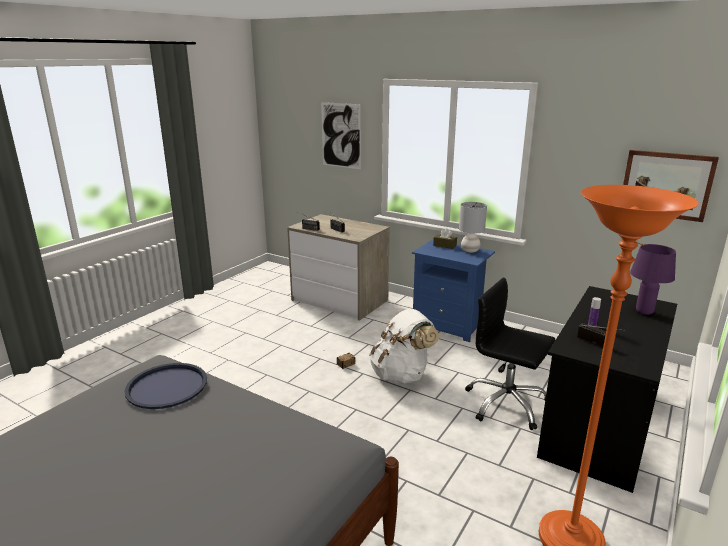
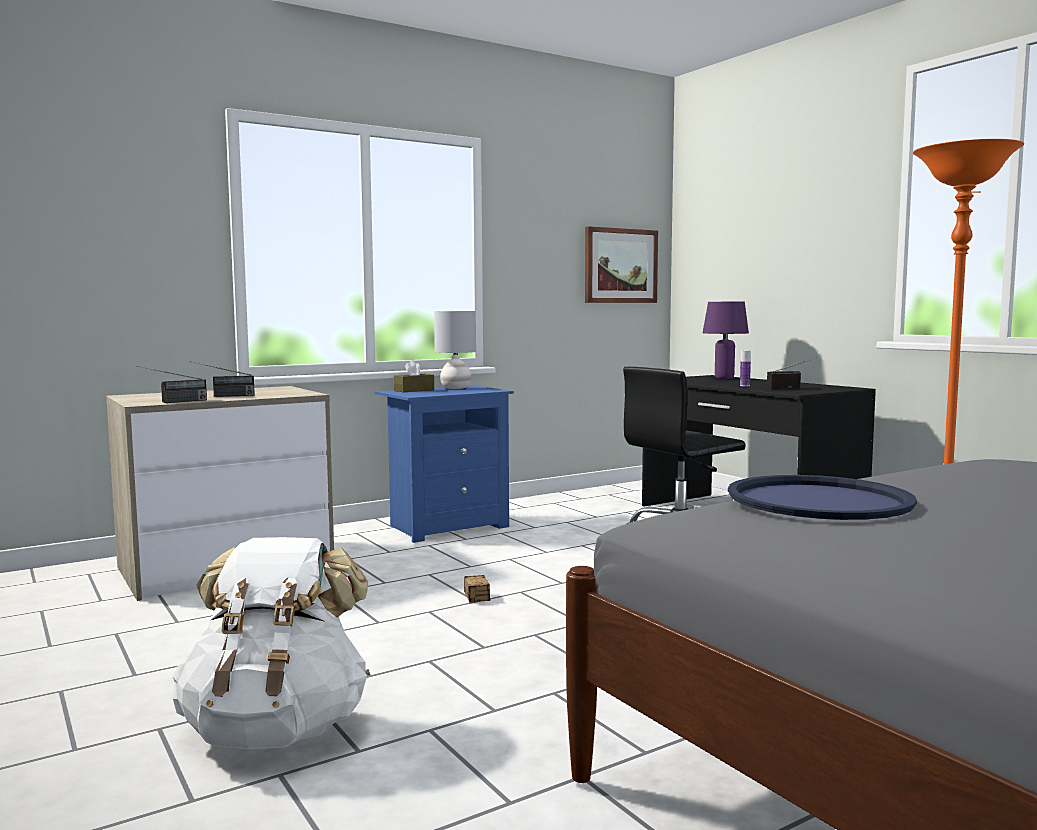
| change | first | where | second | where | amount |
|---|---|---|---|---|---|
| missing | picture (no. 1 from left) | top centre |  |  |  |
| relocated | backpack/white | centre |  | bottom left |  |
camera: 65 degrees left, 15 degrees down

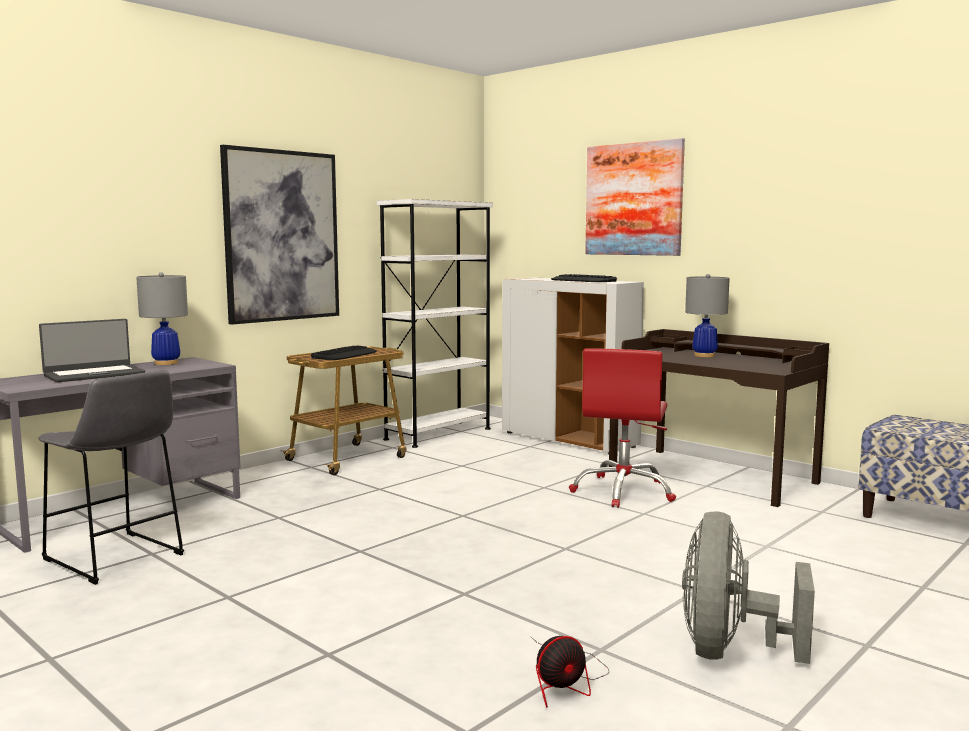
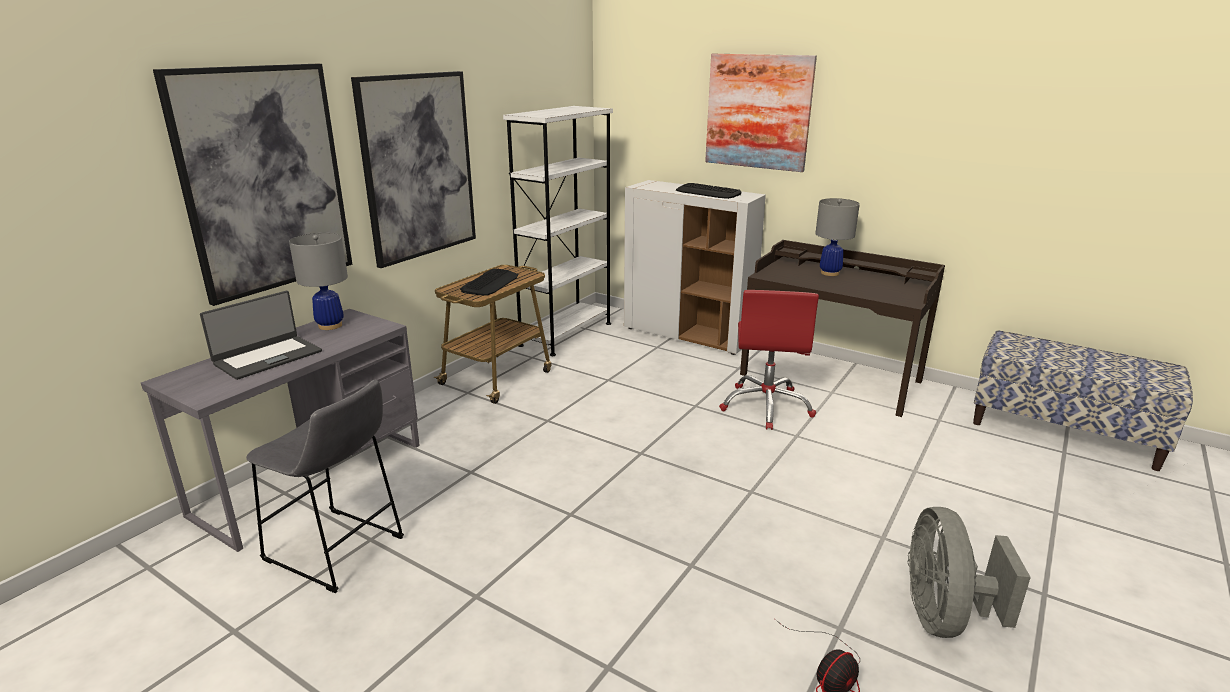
| change | first | where | second | where | amount |
|---|---|---|---|---|---|
| appeared |  |  | picture (no. 1 from left) | top left |  |
camera: 10 degrees left, 15 degrees up

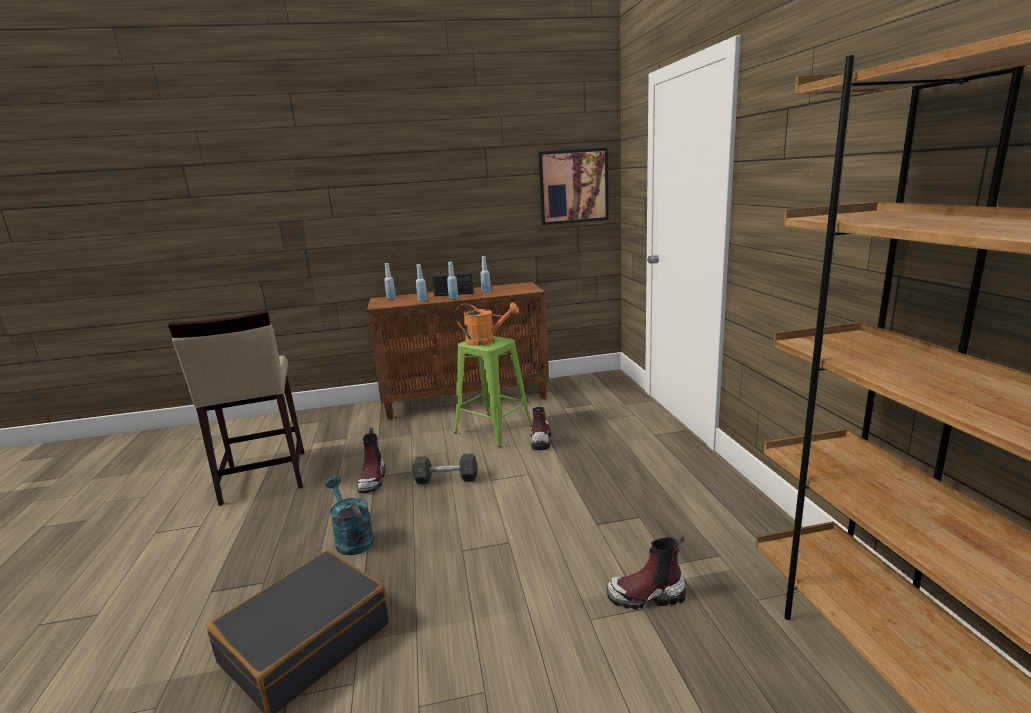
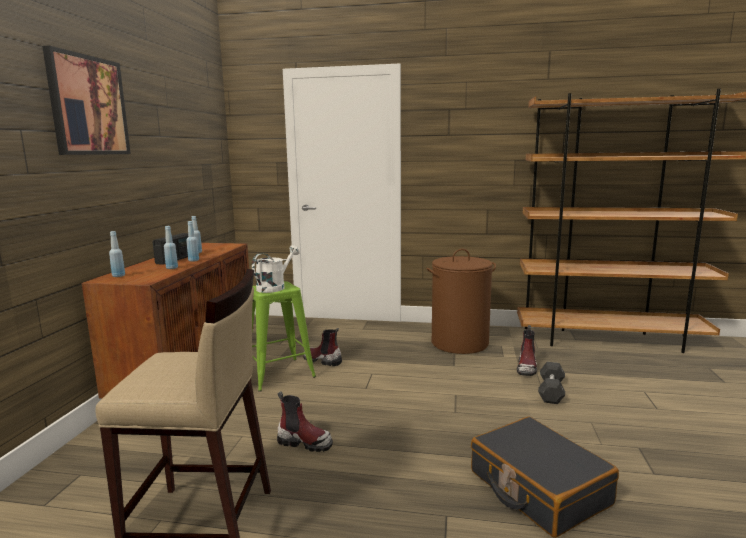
| change | first | where | second | where | amount |
|---|---|---|---|---|---|
| missing | watering can/turquoise | bottom centre |  |  |  |
| relocated | dumbbell/grey | centre |  | bottom right |  |
| colour | watering can/orange | centre | watering can/white | centre |  |
| relocated | picture | top centre |  | top left |  |
| appeared |  |  | laundry basket/brown | centre |  |
camera: 70 degrees left, 5 degrees down

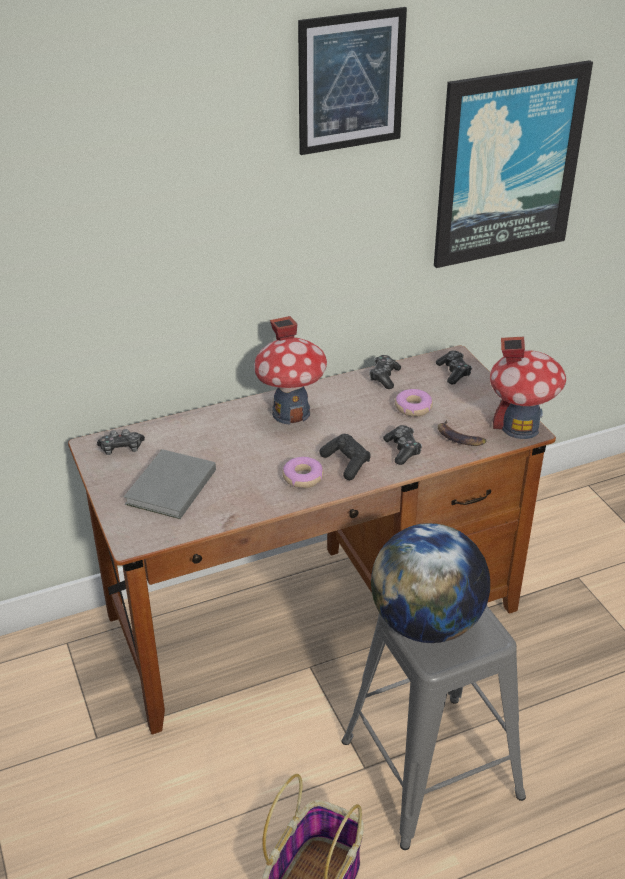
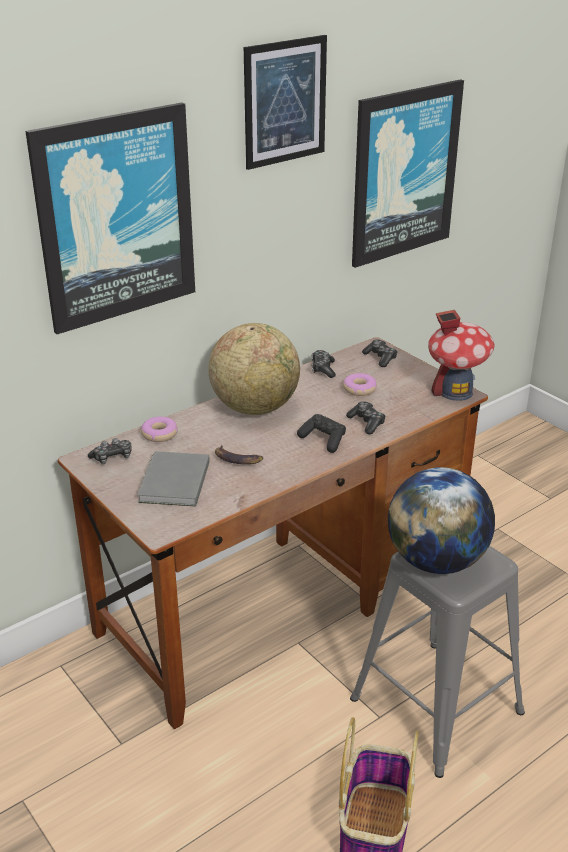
| change | first | where | second | where | amount |
|---|---|---|---|---|---|
| exchanged | toy house (no. 1 from left) | centre | globe (no. 1 from left) | centre |  |
| relocated | donut (no. 1 from left) | centre |  | middle left |  |
| relocated | banana | middle right |  | centre |  |
| appeared |  |  | picture (no. 1 from left) | top left |  |
camera: 15 degrees left, 5 degrees down

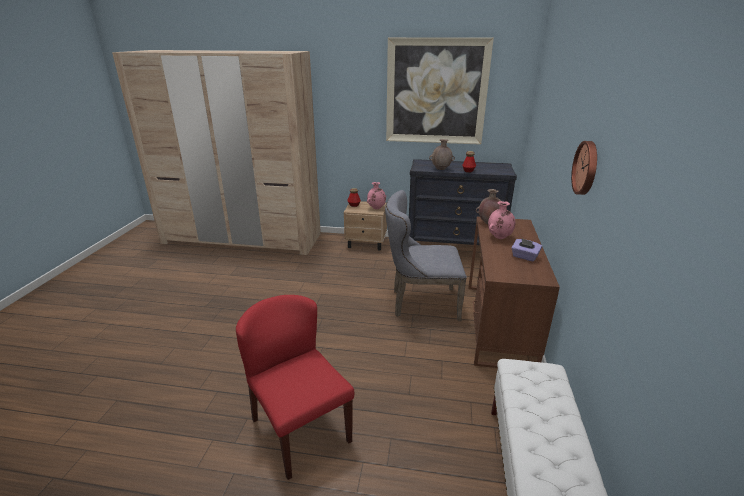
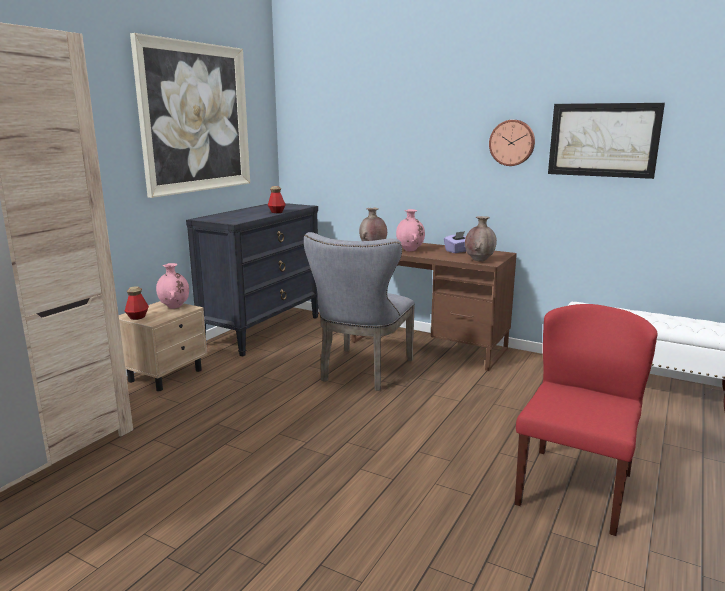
| change | first | where | second | where | amount |
|---|---|---|---|---|---|
| spun | chair/red | bottom centre |  | bottom right | 135 degrees clockwise |
| relocated | vase/brown (no. 1 from left in the first image) | top centre | vase/brown (no. 2 from left) | centre |  |
| appeared |  |  | picture (no. 2 from left) | top right |  |
camera: 70 degrees left, 10 degrees down

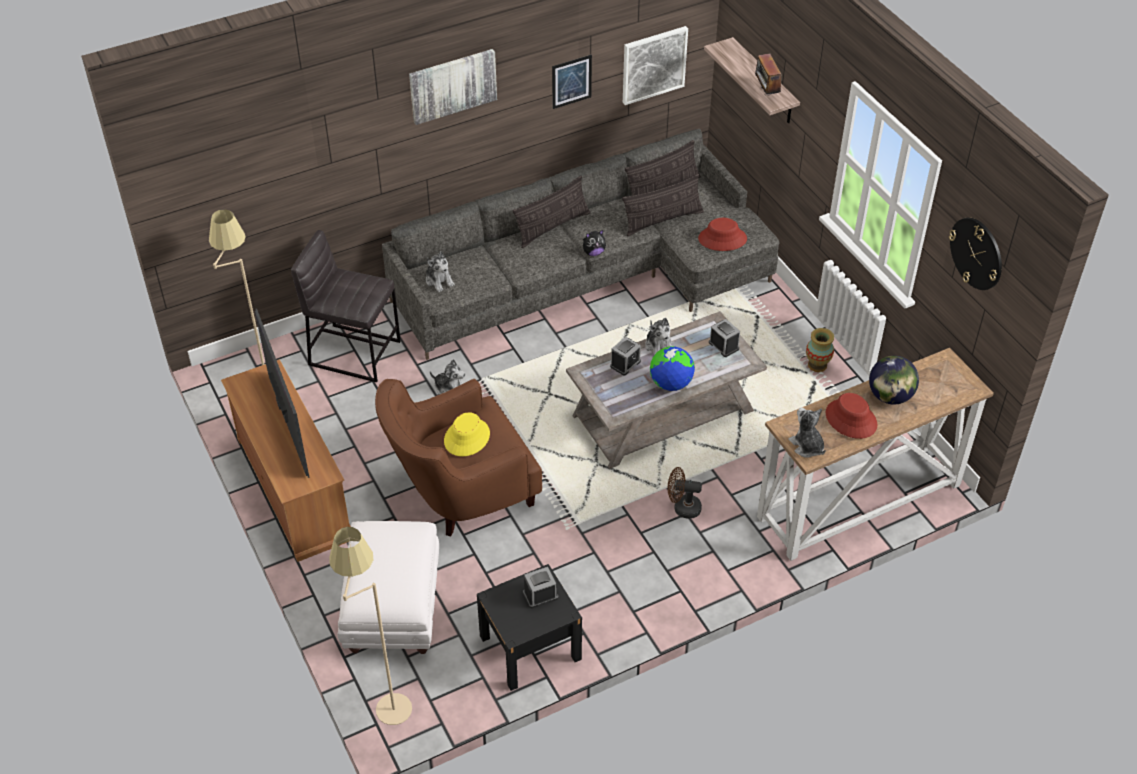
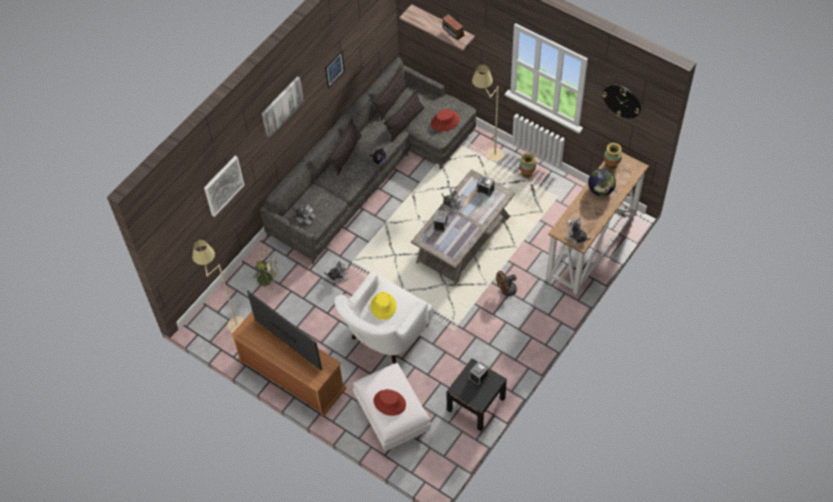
| change | first | where | second | where | amount |
|---|---|---|---|---|---|
| exchanged | stool/grey | middle left | fan/green | middle left |  |
| relocated | floor lamp/beige (no. 2 from left) | bottom left |  | top centre |  |
| colour | armchair/brown | centre | armchair/white | centre |  |
| relocated | picture (no. 3 from left in the first image) | top centre | picture (no. 1 from left) | middle left |  |
| missing | globe (no. 1 from left) | centre |  |  |  |
| relocated | hat/red (no. 2 from left in the first image) | middle right | hat/red (no. 1 from left) | bottom centre |  |
| appeared |  |  | vase (no. 2 from left) | top right |  |
camera: 25 degrees left, 10 degrees up

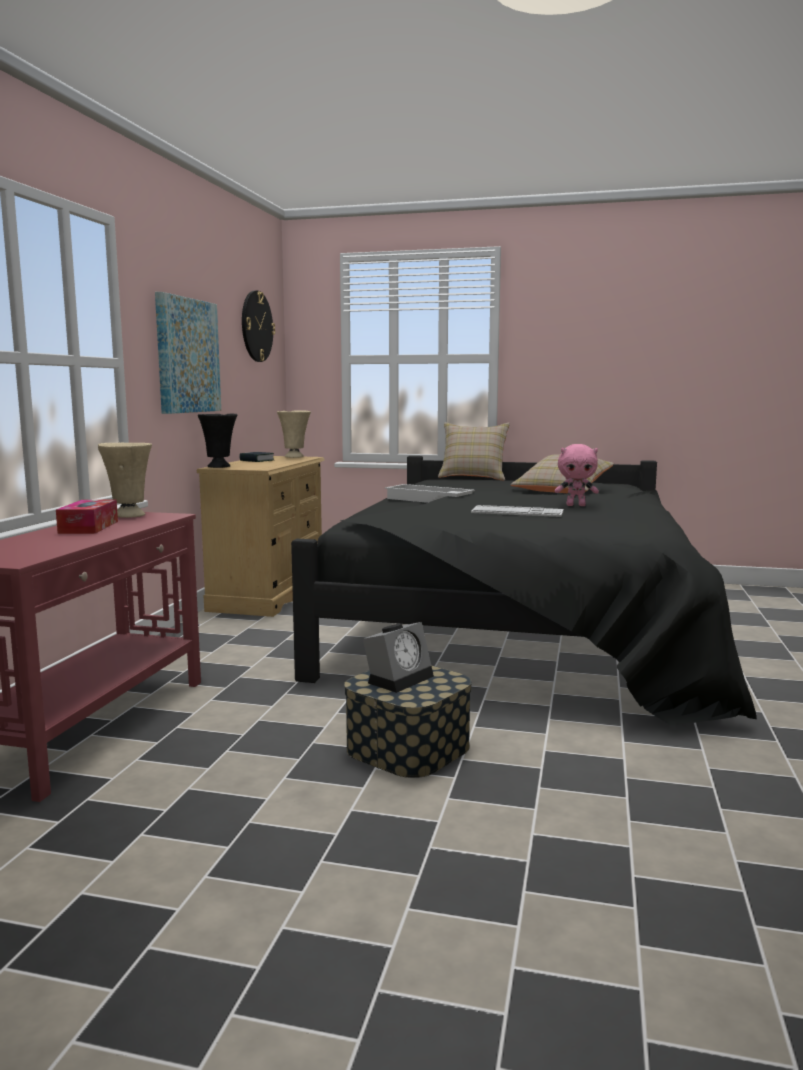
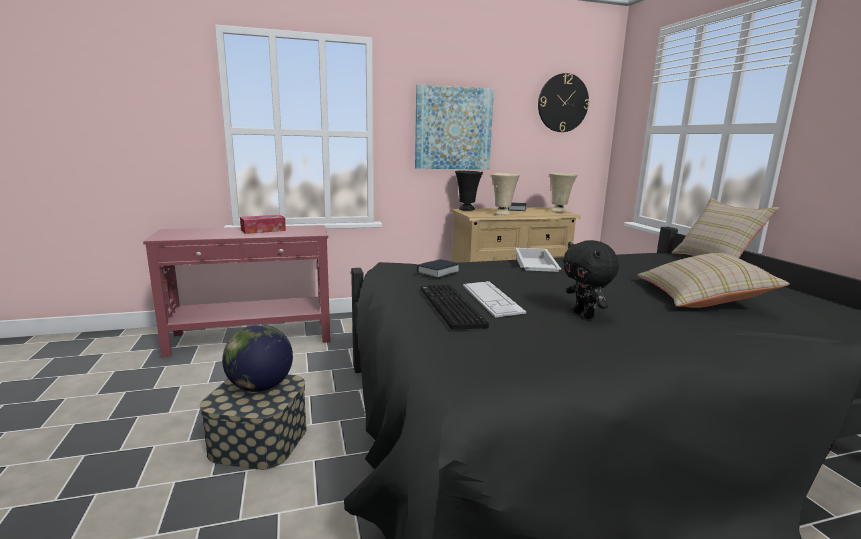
| change | first | where | second | where | amount |
|---|---|---|---|---|---|
| relocated | vase/beige (no. 1 from left) | middle left |  | centre |  |
| exchanged | alarm clock | centre | globe | middle left |  |
| colour | plush toy/pink | middle right | plush toy/black | middle right |  |
| appeared |  |  | book (no. 1 from left) | centre |  |
| appeared |  |  | keyboard (no. 1 from left) | centre |  |
camera: 60 degrees right, 5 degrees up

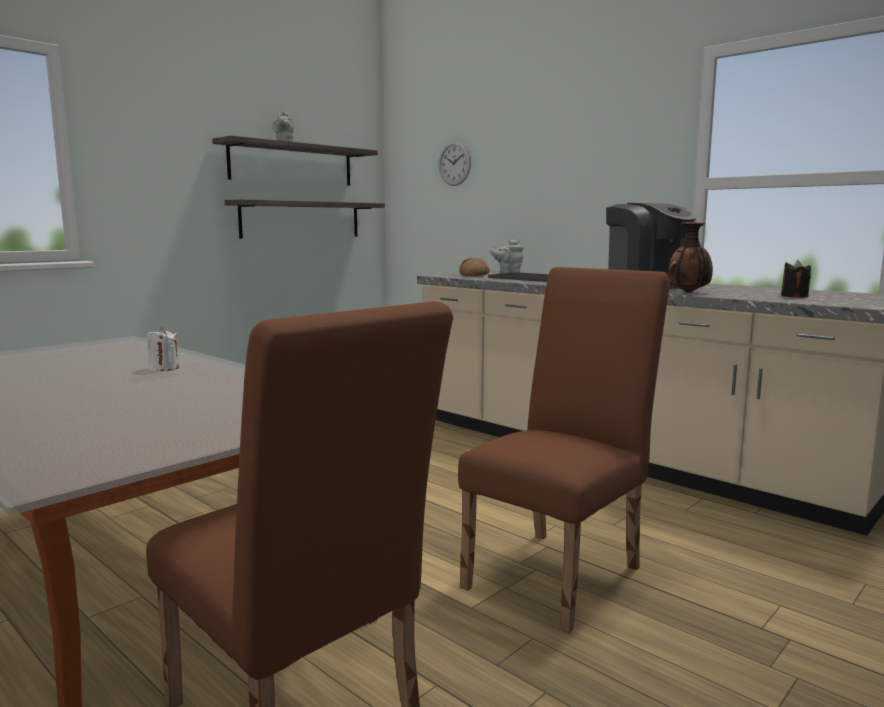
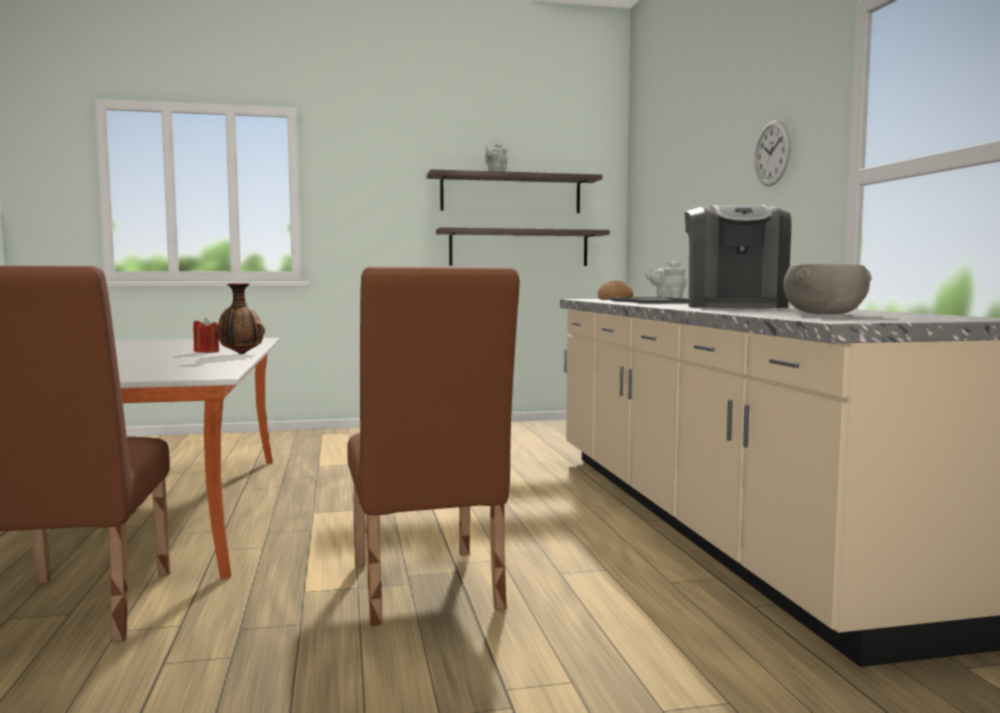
| change | first | where | second | where | amount |
|---|---|---|---|---|---|
| colour | candle/white | middle left | candle/red | middle left |  |
| relocated | wall clock | top centre |  | top right |  |
| spun | chair/brown (no. 2 from left) | centre |  | centre | 90 degrees clockwise |
| relocated | vase | middle right |  | middle left |  |
| exchanged | candle/black | middle right | bowl/grey | middle right |  |
camera: 35 degrees right, 5 degrees down

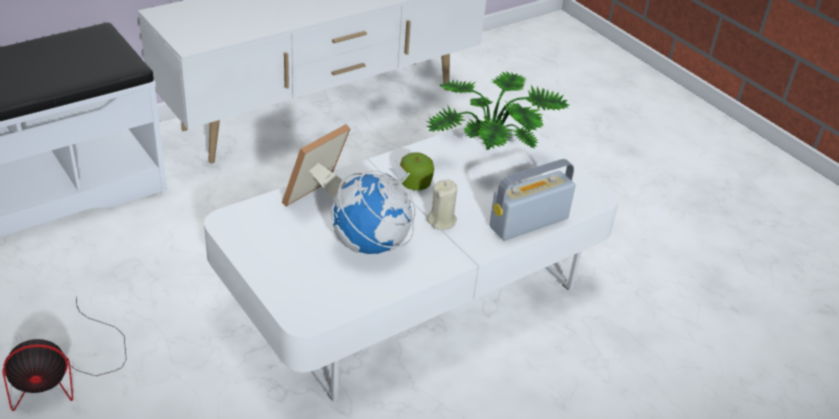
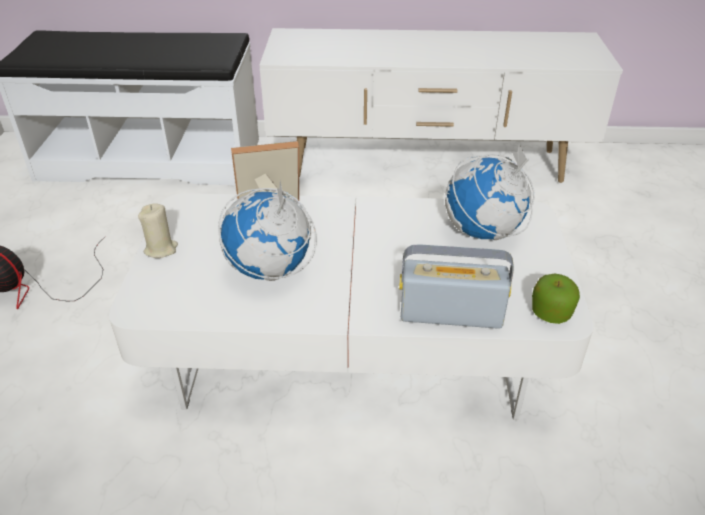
| change | first | where | second | where | amount |
|---|---|---|---|---|---|
| relocated | apple | centre |  | middle right |  |
| exchanged | potted plant | top centre | globe (no. 2 from left) | middle right |  |
| relocated | candle/beige | centre |  | middle left |  |
camera: 40 degrees right, 0 degrees up

